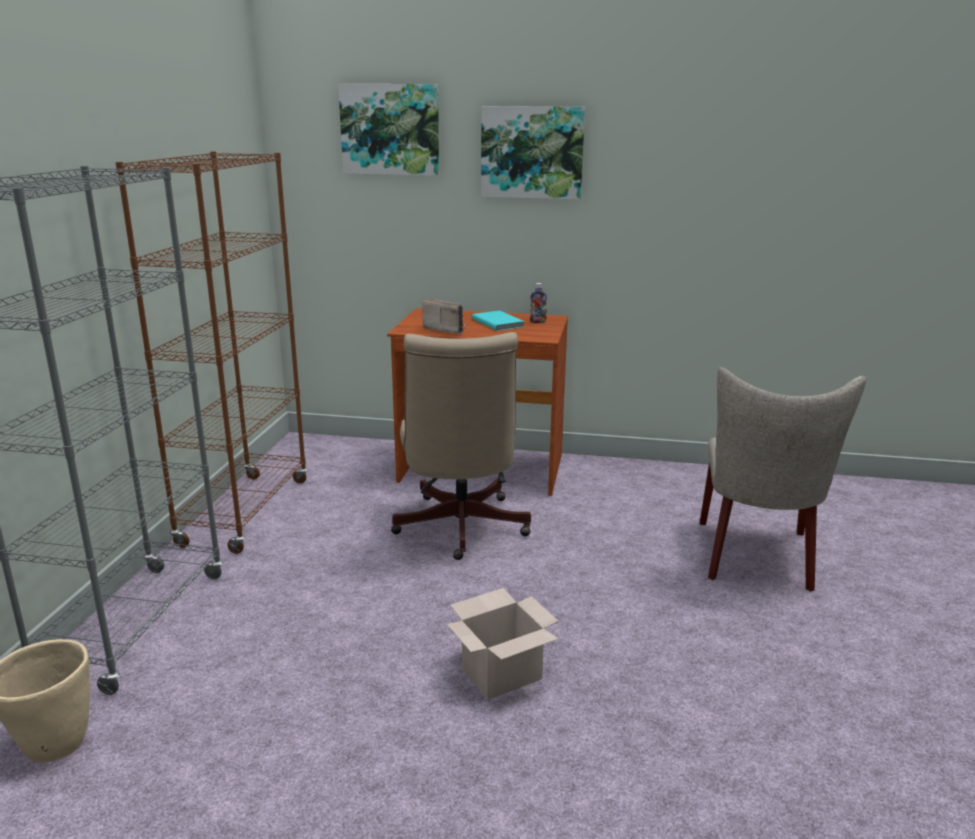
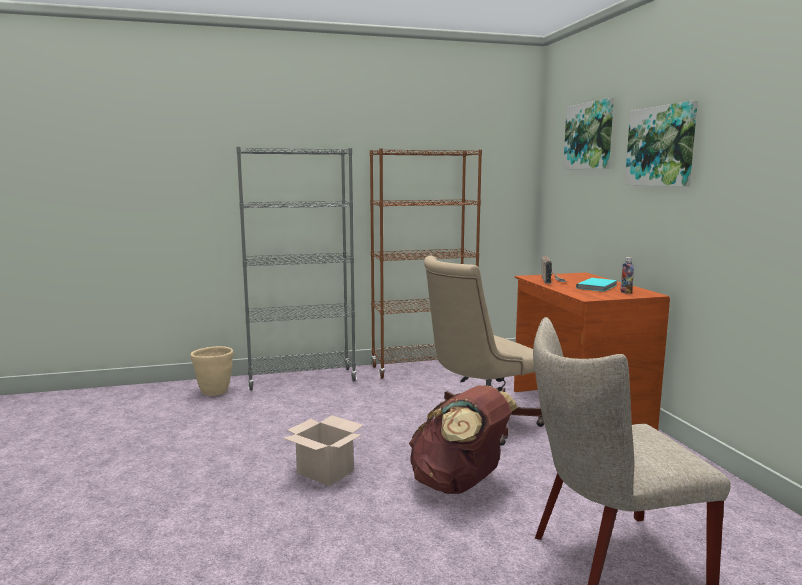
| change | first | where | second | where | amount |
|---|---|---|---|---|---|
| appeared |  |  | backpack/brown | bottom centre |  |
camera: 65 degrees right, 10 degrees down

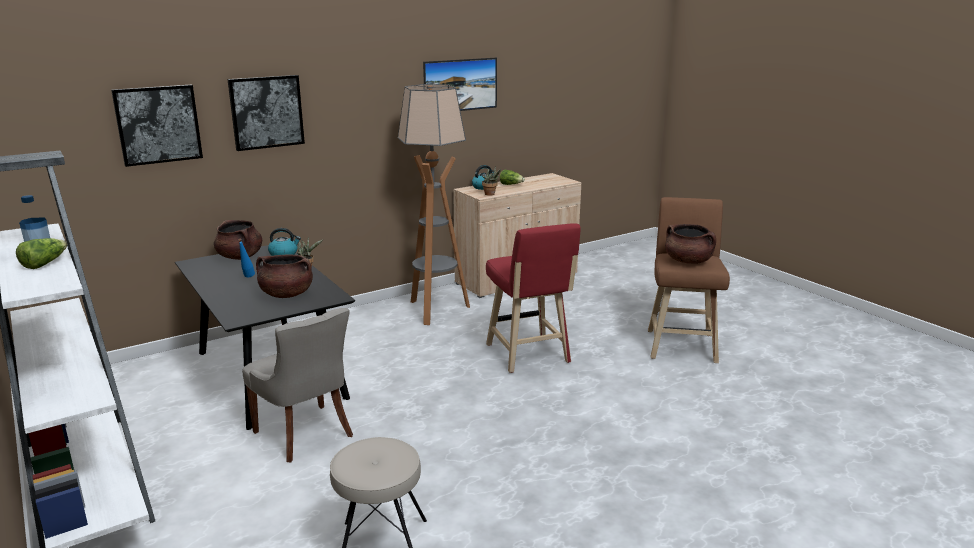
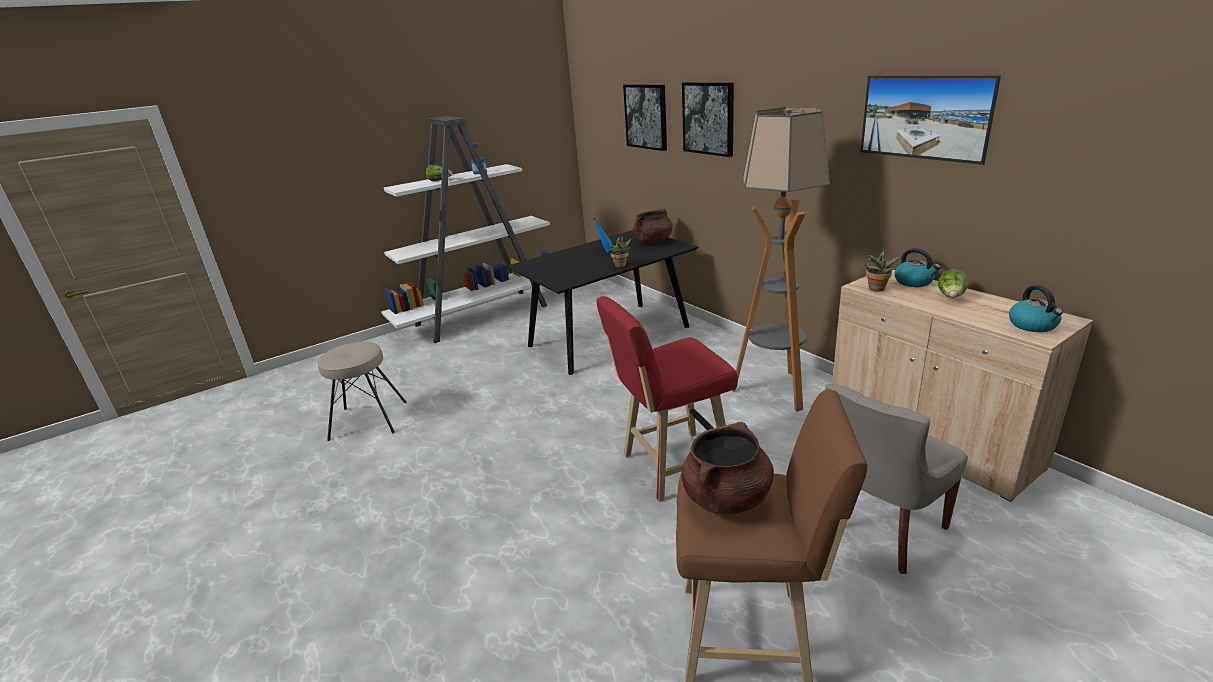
| change | first | where | second | where | amount |
|---|---|---|---|---|---|
| relocated | chair/grey | bottom left |  | bottom right |  |
| missing | cooking pot/brown (no. 2 from left) | middle left |  |  |  |
| relocated | kettle (no. 1 from left in the first image) | middle left | kettle (no. 2 from left) | middle right |  |
camera: 90 degrees right, 5 degrees up

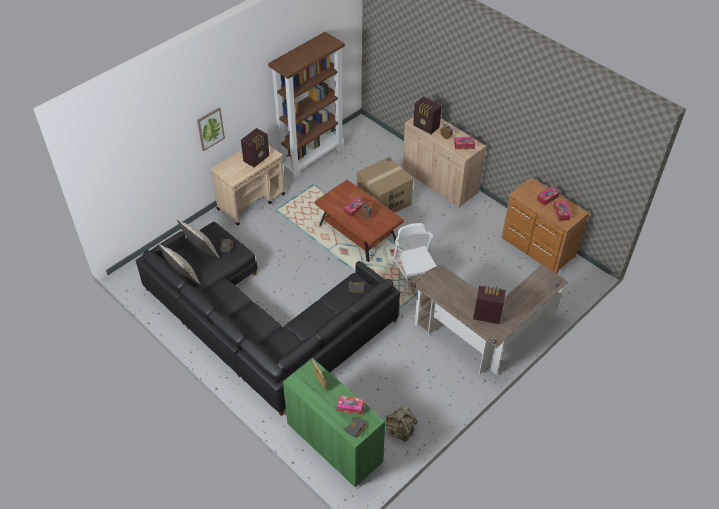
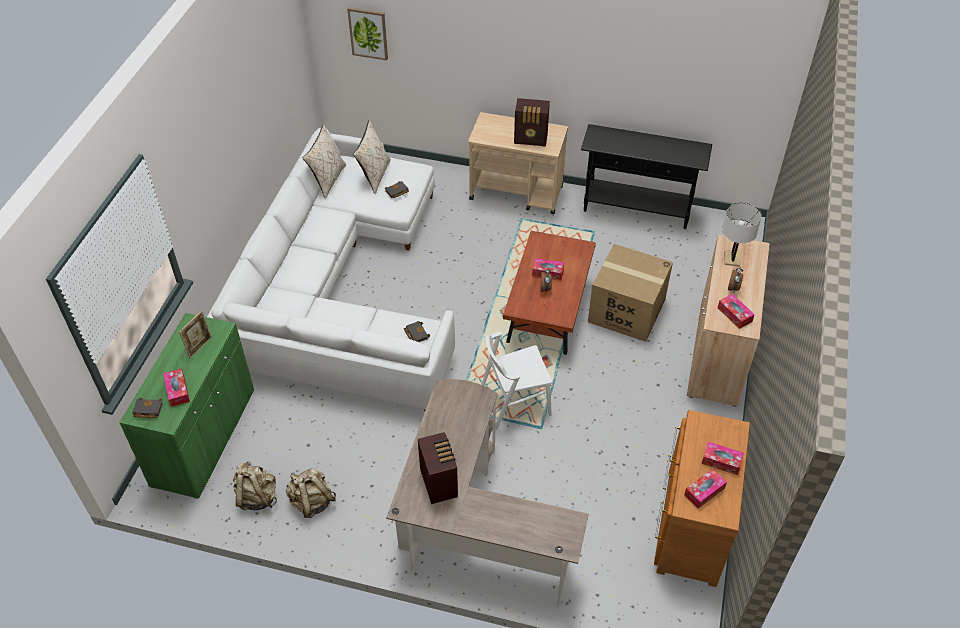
| change | first | where | second | where | amount |
|---|---|---|---|---|---|
| colour | sofa/black | centre | sofa/white | centre |  |
| relocated | picture | top left |  | top centre |  |
| exchanged | bookcase/brown | top centre | console table/black | top right |  |
| spun | chair/white | centre |  | centre | 150 degrees counterclockwise |
| exchanged | radio (no. 2 from left) | top centre | table lamp/white | middle right |  |
| appeared |  |  | backpack/beige (no. 2 from left) | bottom left |  |
camera: 60 degrees right, 0 degrees up

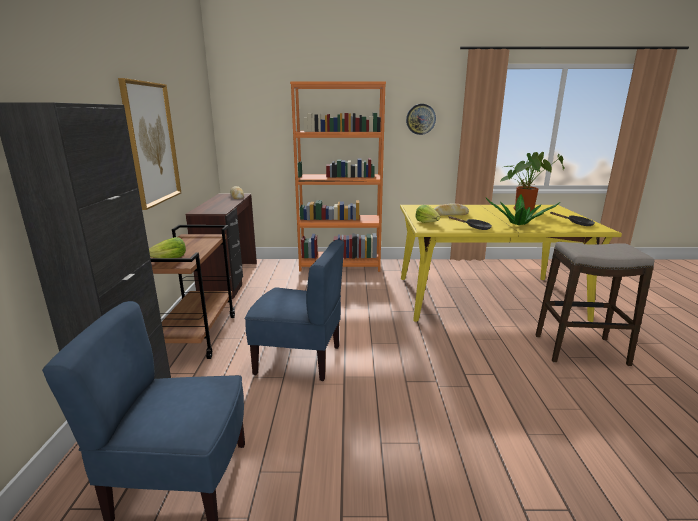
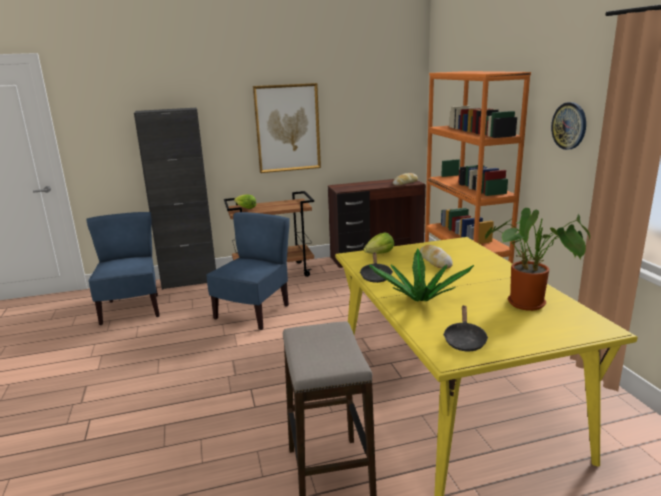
| change | first | where | second | where | amount |
|---|---|---|---|---|---|
| spun | chair/blue (no. 2 from left) | centre |  | centre | 150 degrees counterclockwise |
camera: 75 degrees right, 0 degrees up

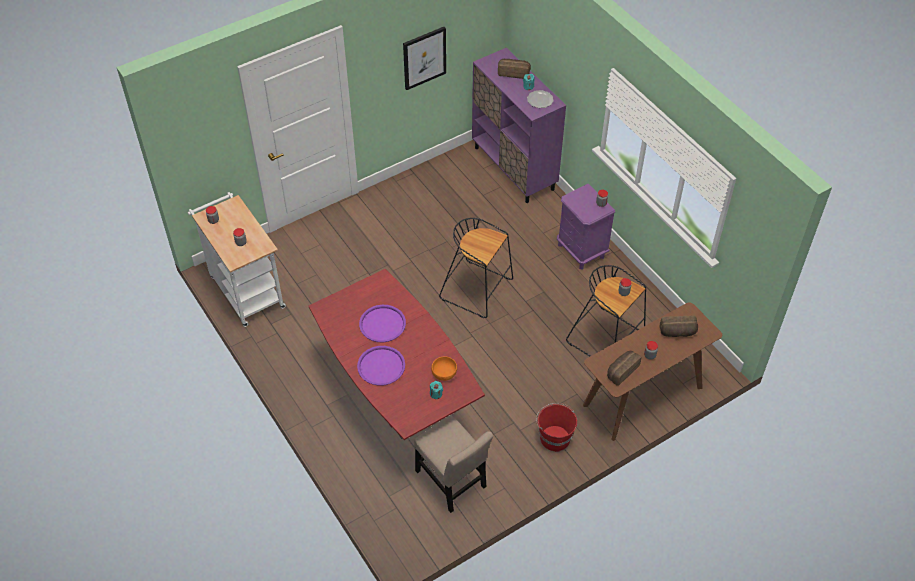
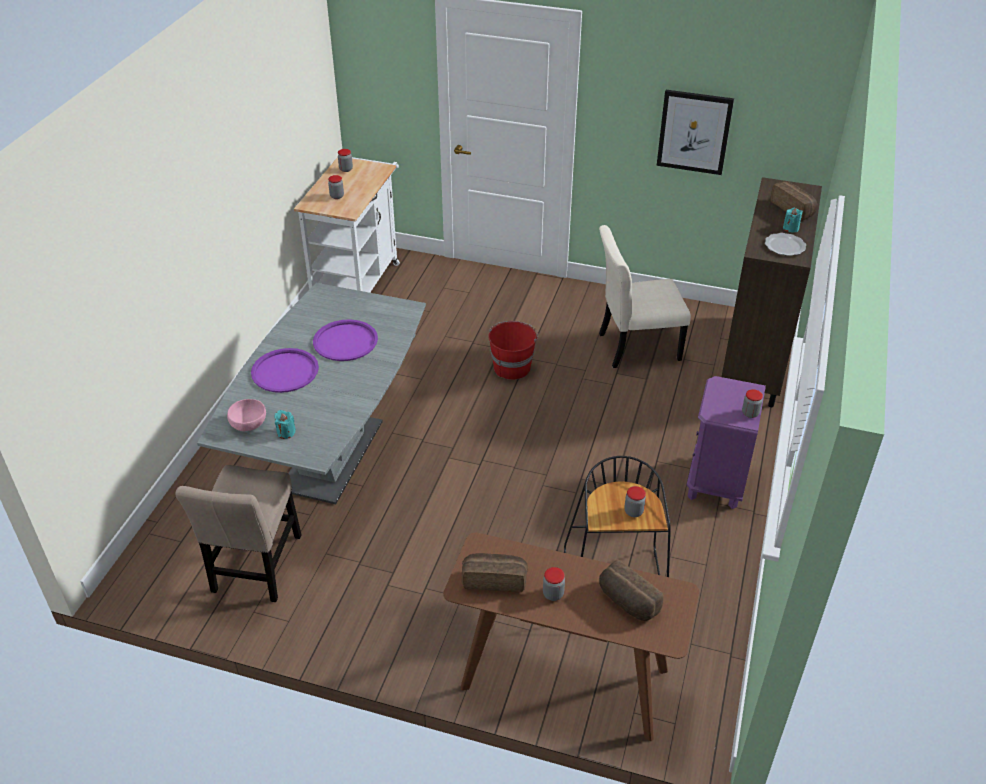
| change | first | where | second | where | amount |
|---|---|---|---|---|---|
| colour | dining table/red | centre | dining table/grey | middle left |  |
| missing | bowl/orange | centre |  |  |  |
| missing | stool/black (no. 1 from left) | centre |  |  |  |
| colour | cabinet/purple | top centre | cabinet/brown | middle right |  |
| relocated | bucket/red | bottom centre |  | centre |  |
| appeared |  |  | bowl/pink | middle left |  |
| appeared |  |  | chair/beige (no. 2 from left) | centre |  |
camera: 50 degrees right, 10 degrees down

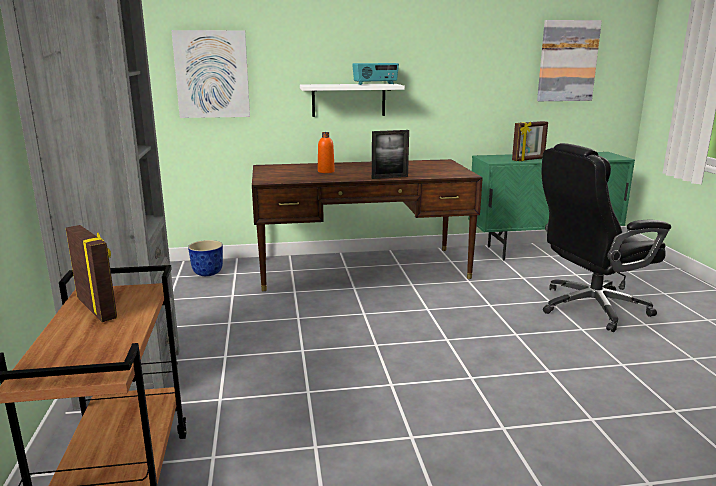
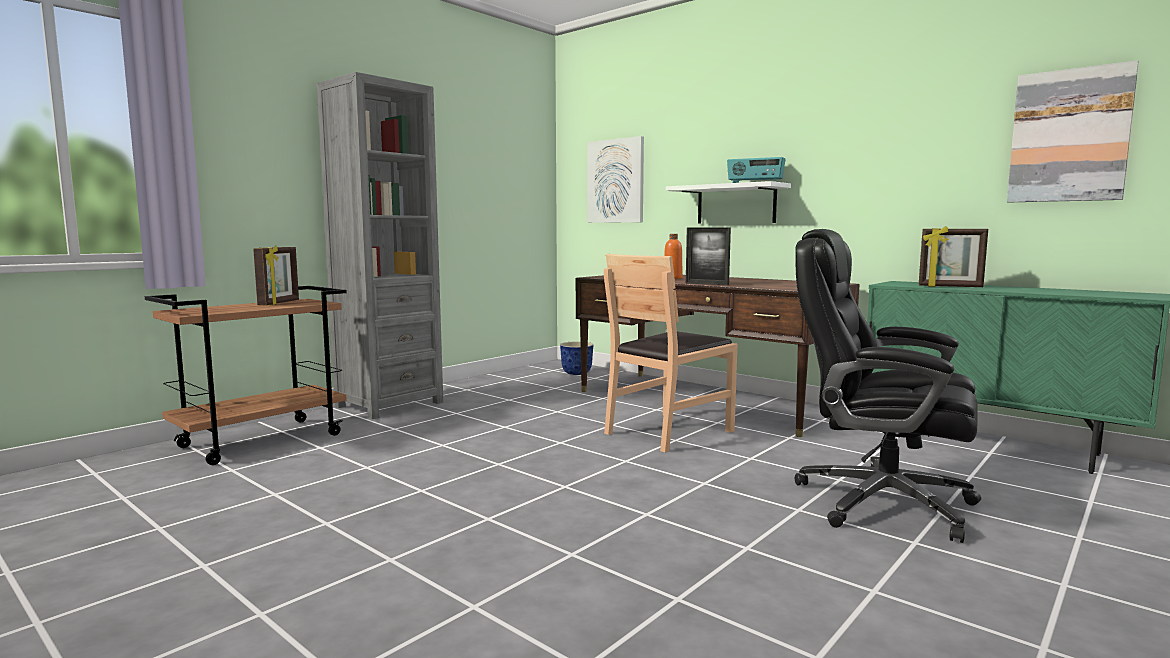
| change | first | where | second | where | amount |
|---|---|---|---|---|---|
| appeared |  |  | chair/brown | centre |  |
camera: 50 degrees right, 10 degrees down

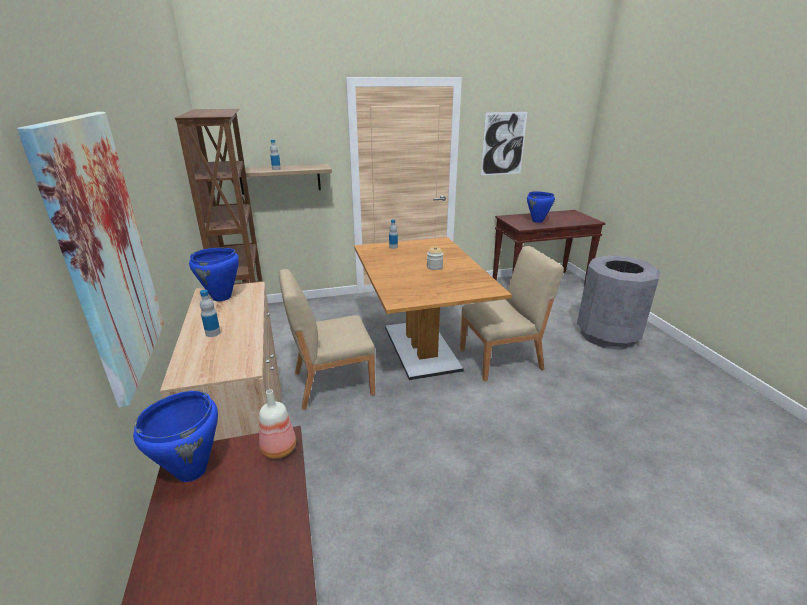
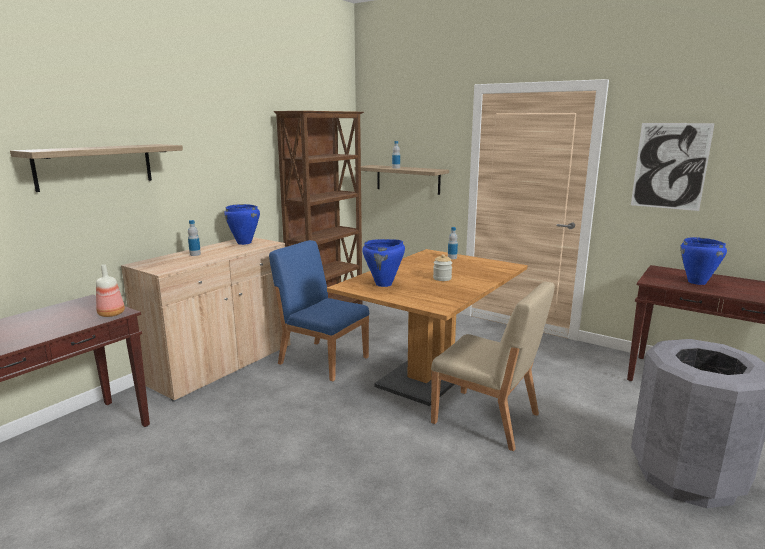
| change | first | where | second | where | amount |
|---|---|---|---|---|---|
| exchanged | picture (no. 1 from left) | middle left | shelf (no. 1 from left) | top left |  |
| relocated | cooking pot/blue (no. 1 from left in the first image) | bottom left | cooking pot/blue (no. 2 from left) | centre |  |
| colour | chair/beige (no. 1 from left) | centre | chair/blue | centre |  |
camera: 50 degrees right, 10 degrees down

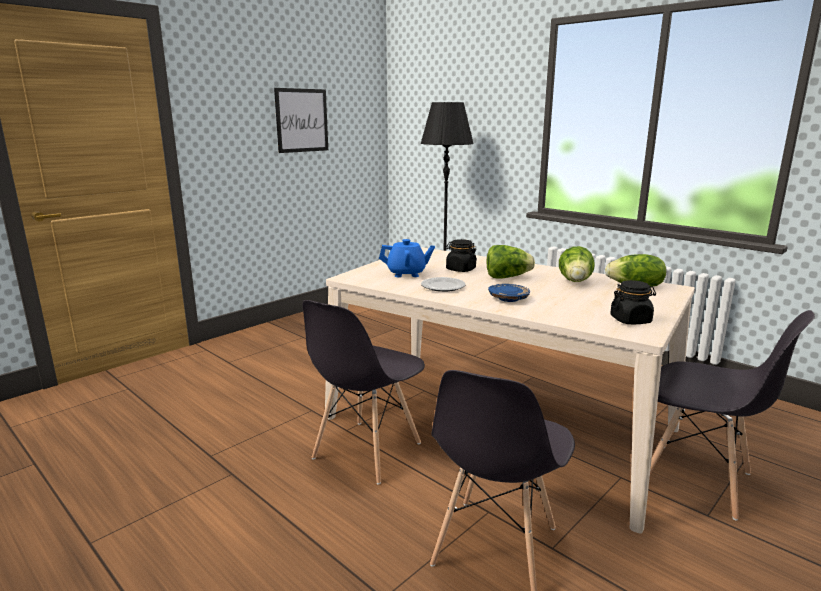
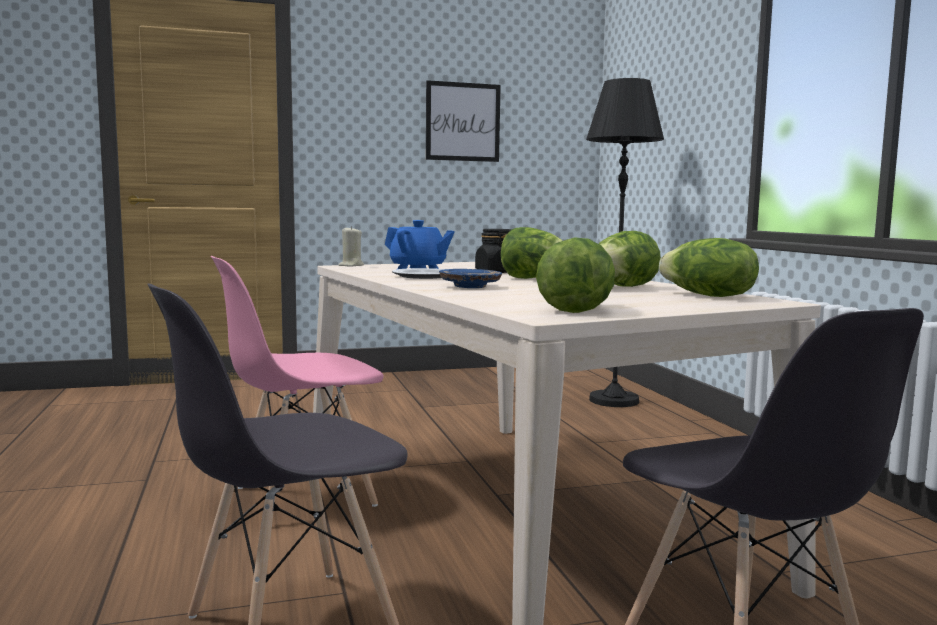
| change | first | where | second | where | amount |
|---|---|---|---|---|---|
| colour | chair/grey (no. 1 from left) | centre | chair/pink | middle left |  |
| exchanged | jar/black (no. 2 from left) | middle right | lettuce (no. 2 from left) | centre |  |
| appeared |  |  | candle/beige | centre |  |
camera: 30 degrees right, 10 degrees down

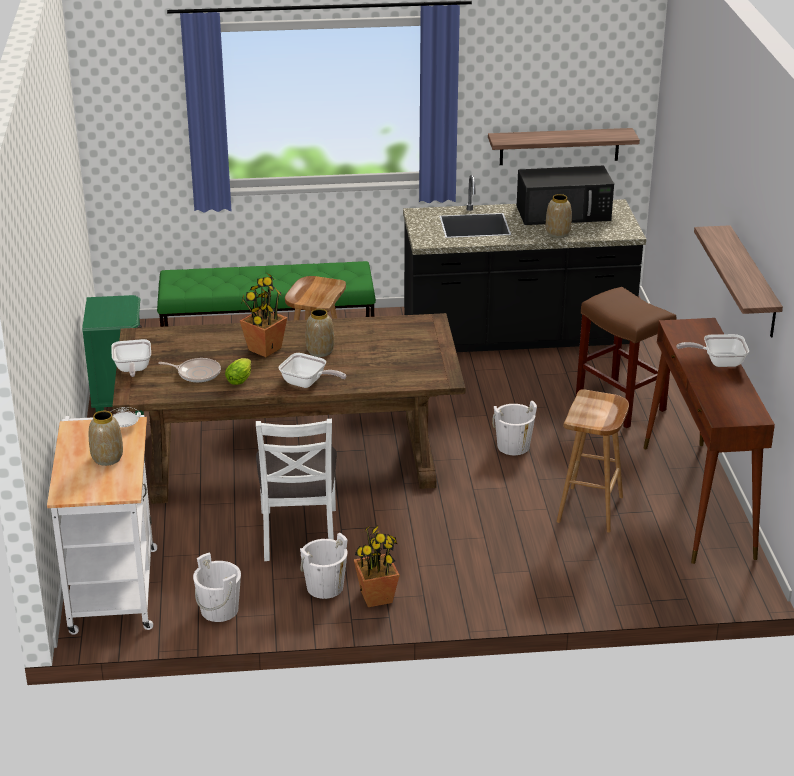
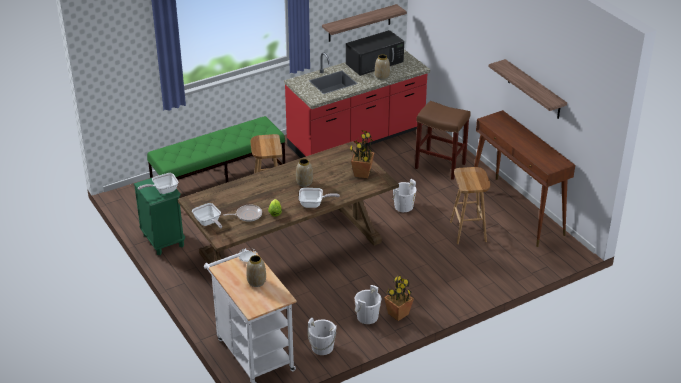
| change | first | where | second | where | amount |
|---|---|---|---|---|---|
| relocated | potted plant (no. 1 from left) | middle left |  | centre |  |
| missing | chair/white | centre |  |  |  |
| colour | counter/black | centre | counter/red | top centre |  |
| relocated | frying pan (no. 4 from left in the first image) | middle right | frying pan (no. 1 from left) | middle left |  |
camera: 25 degrees left, 5 degrees up

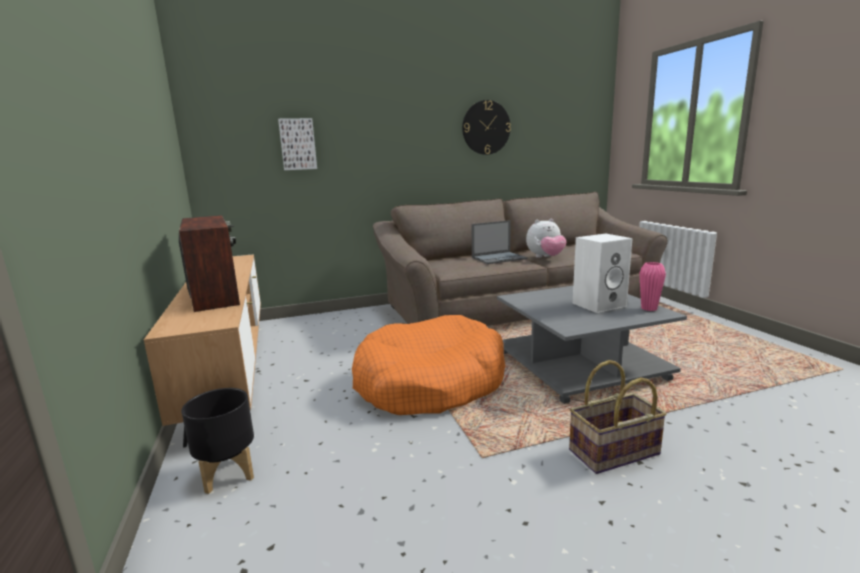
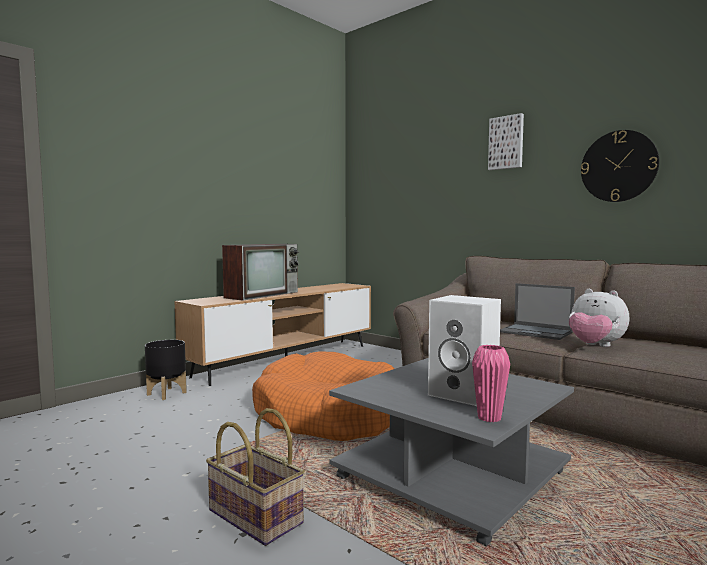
| change | first | where | second | where | amount |
|---|---|---|---|---|---|
| relocated | picture | top centre |  | top right |  |
camera: 60 degrees right, 10 degrees down

